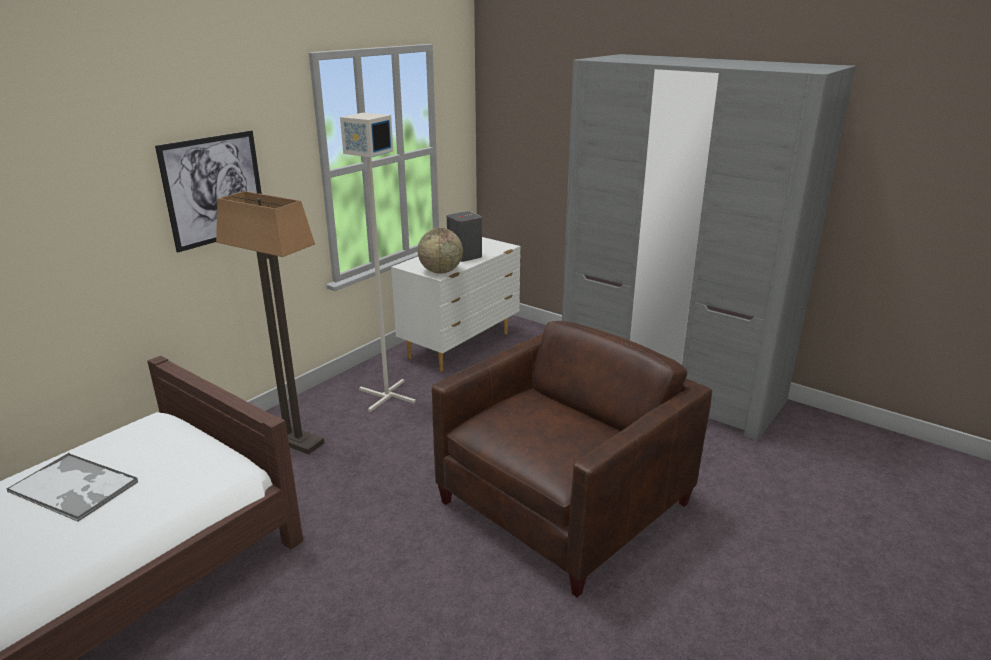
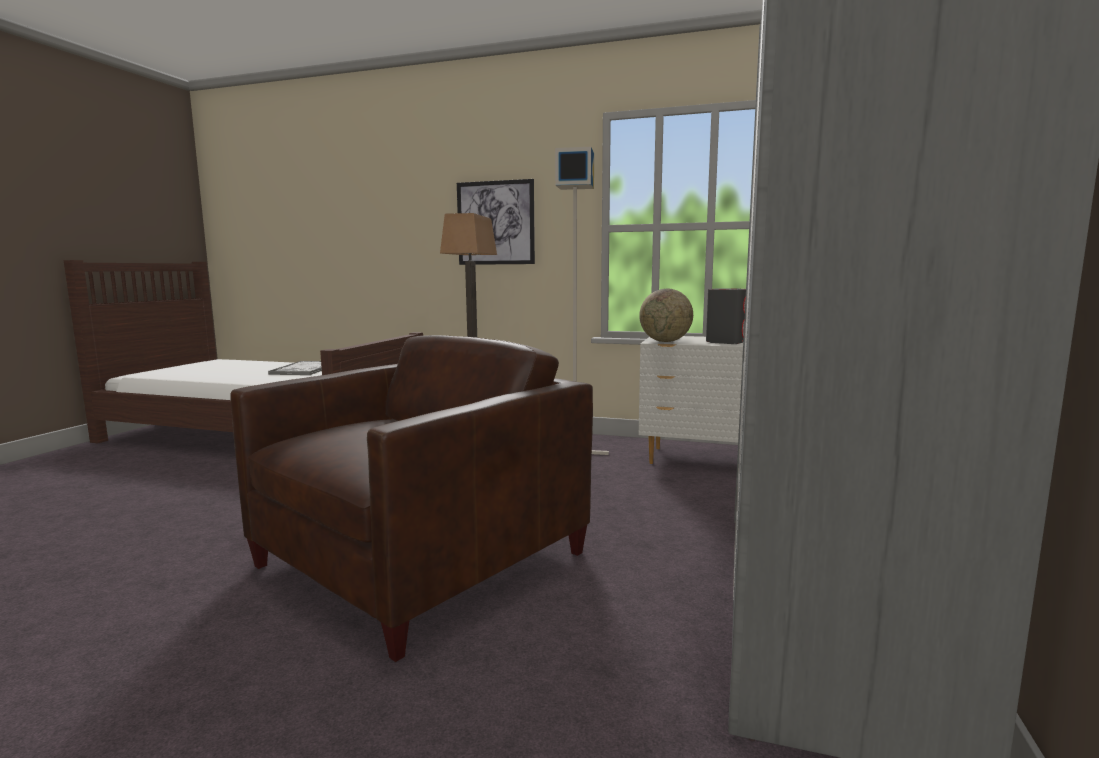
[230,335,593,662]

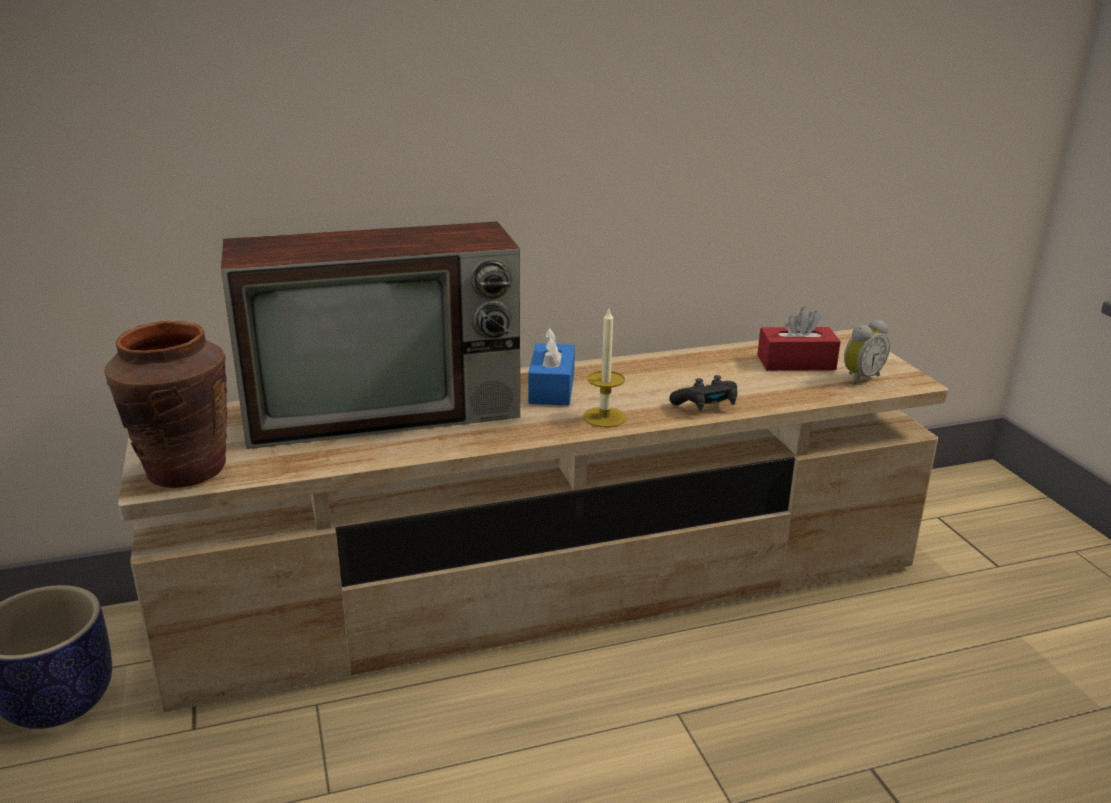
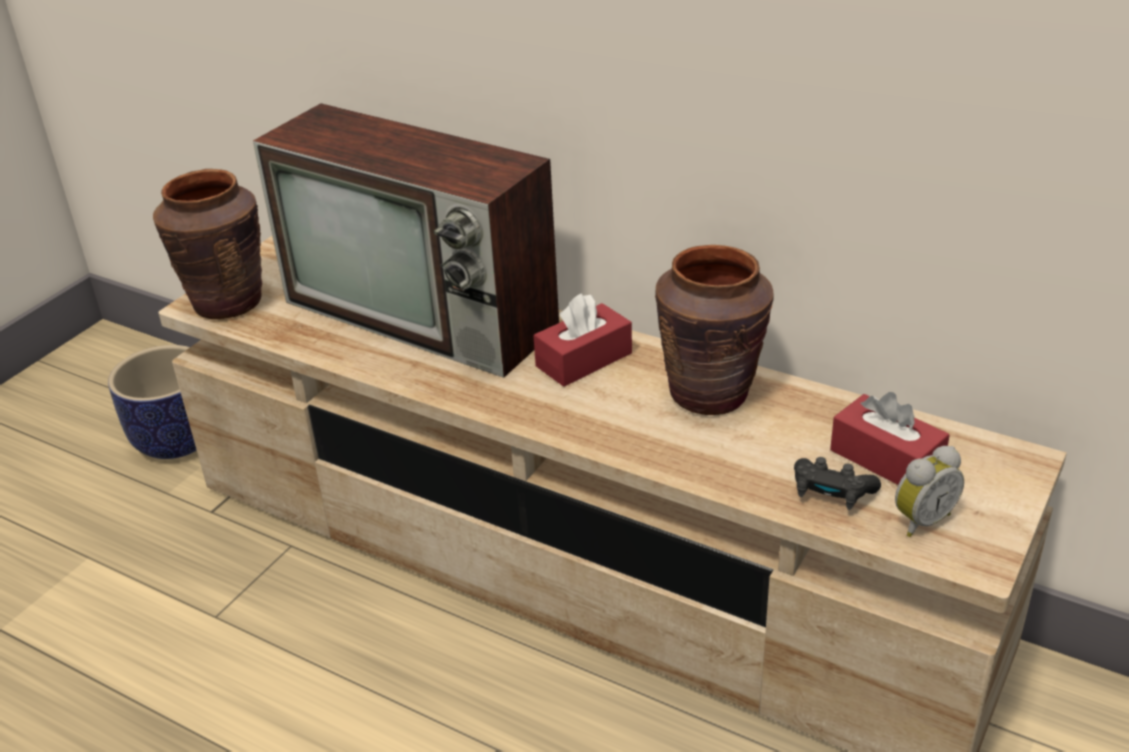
[534,293,632,387]
[583,309,626,427] (first image)
[794,457,881,510]
[895,446,964,537]
[655,245,773,415]

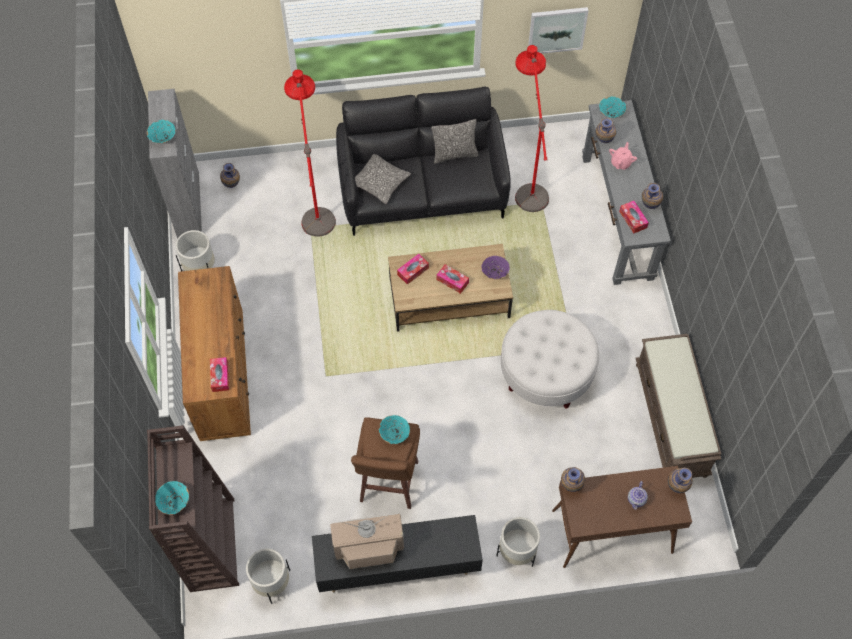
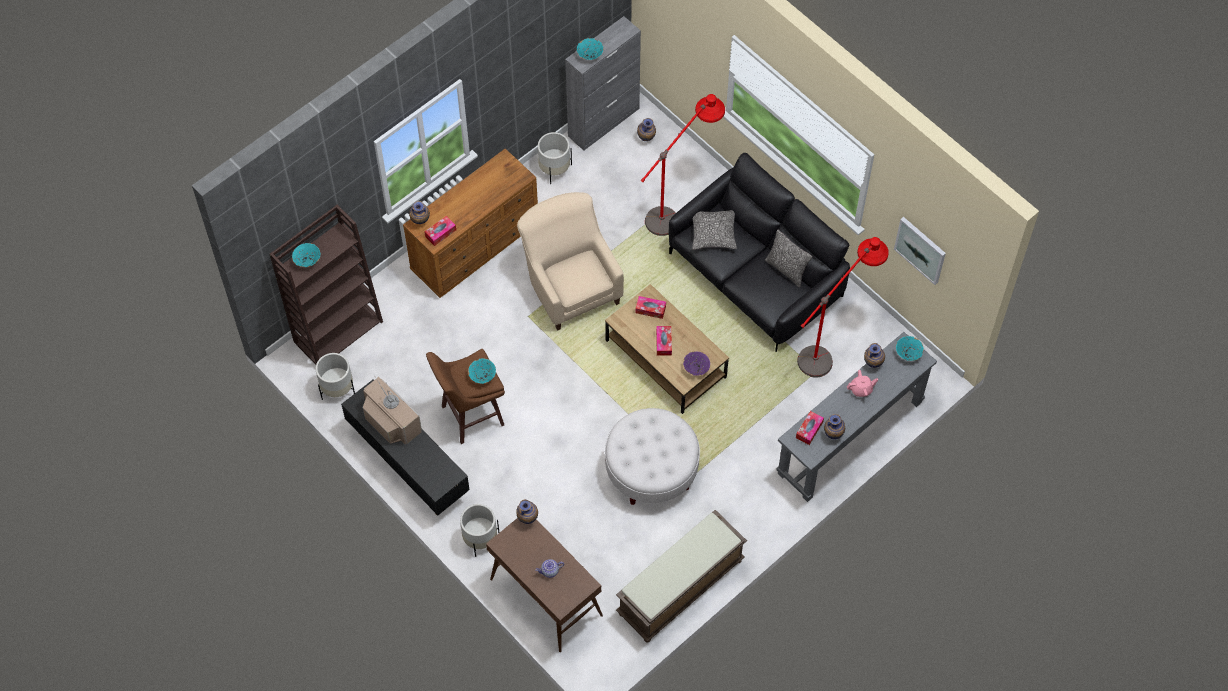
[409,201,430,224]
[517,192,624,331]

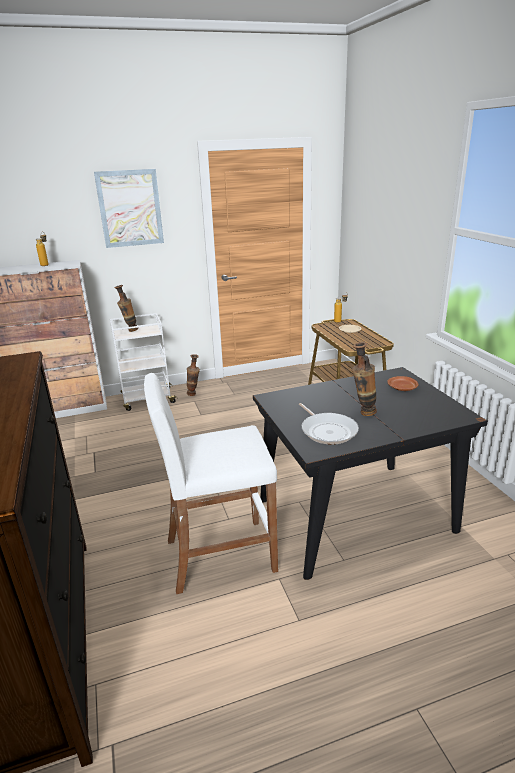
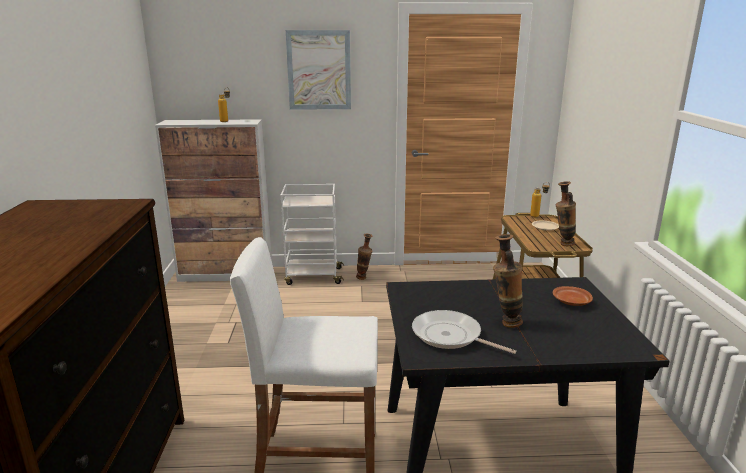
[555,181,576,246]
[412,310,516,354]

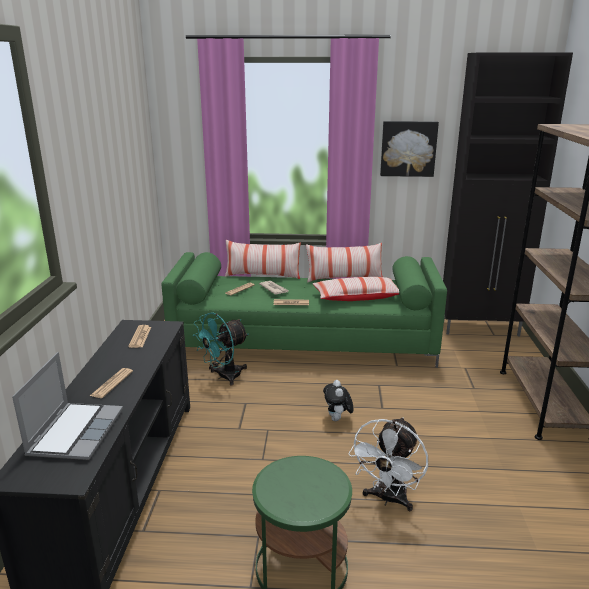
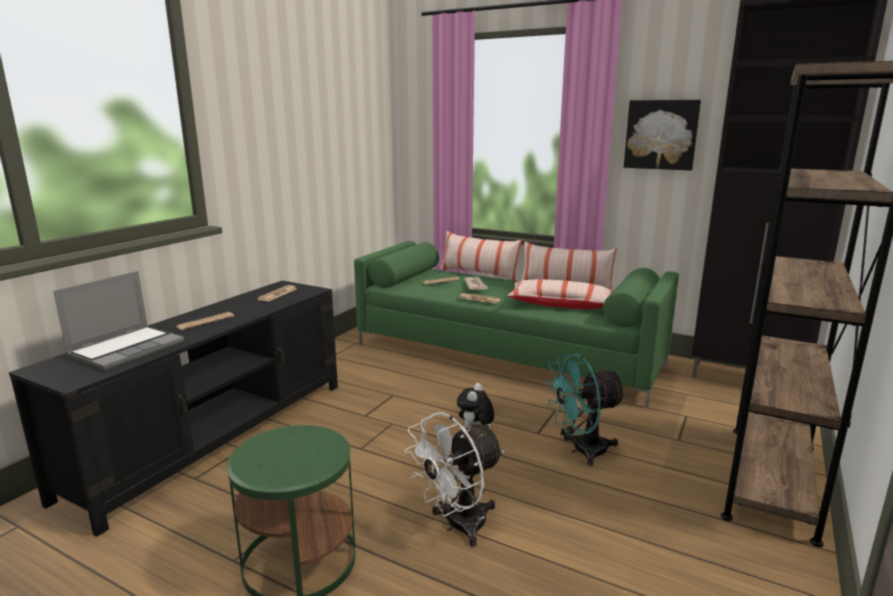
[545,354,627,466]

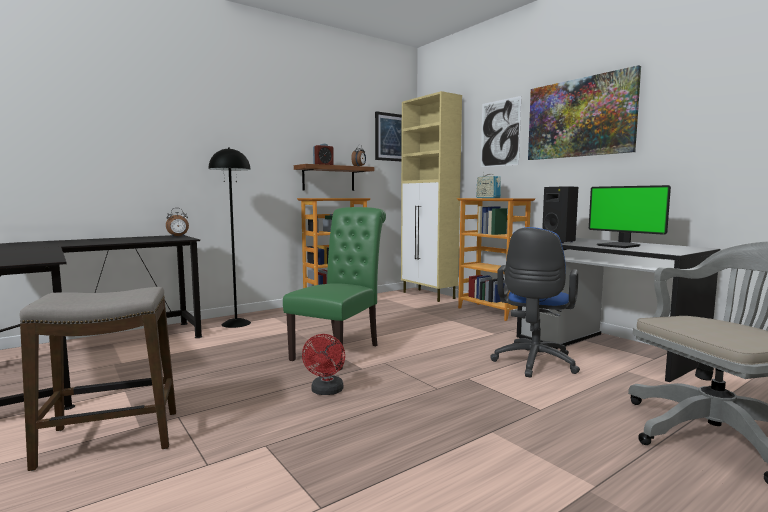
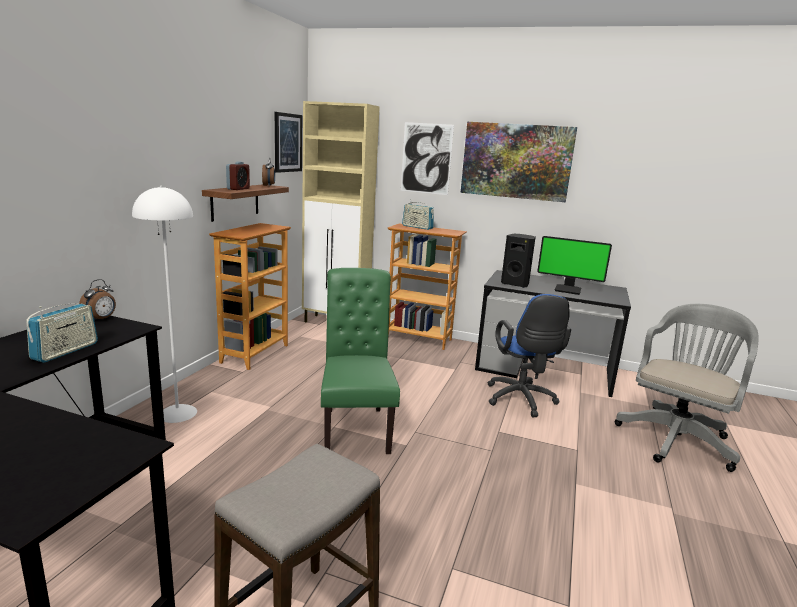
[132,186,197,423]
[302,334,345,395] (first image)
[26,303,98,363]

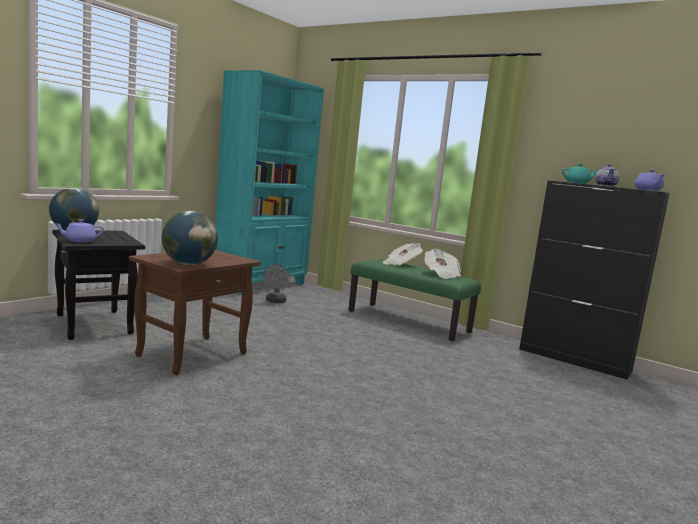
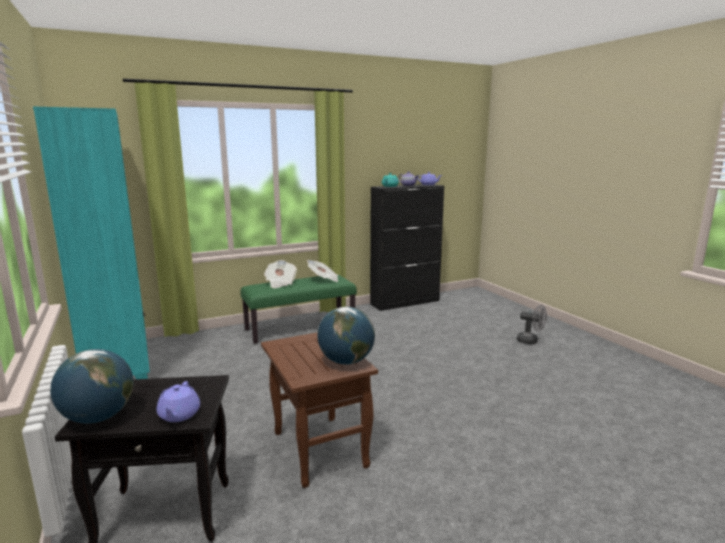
[517,305,547,344]

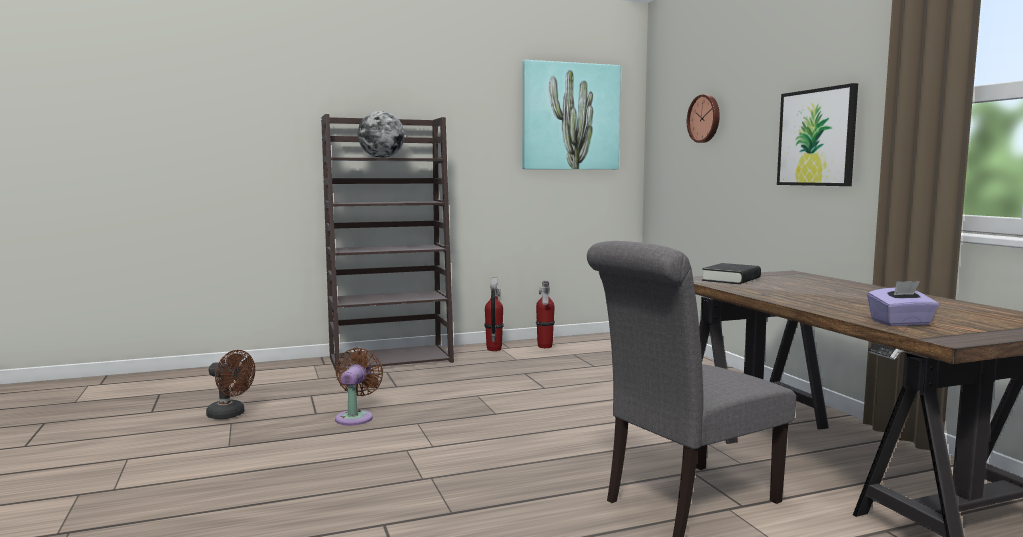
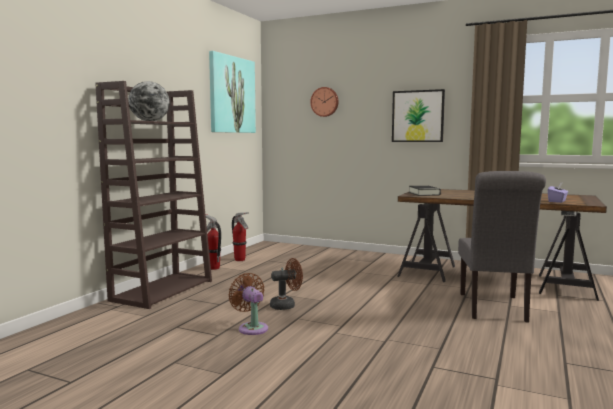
[270,258,303,310]

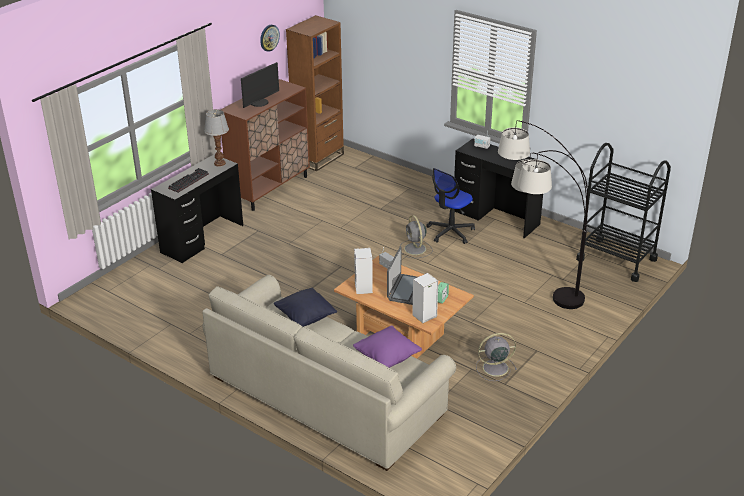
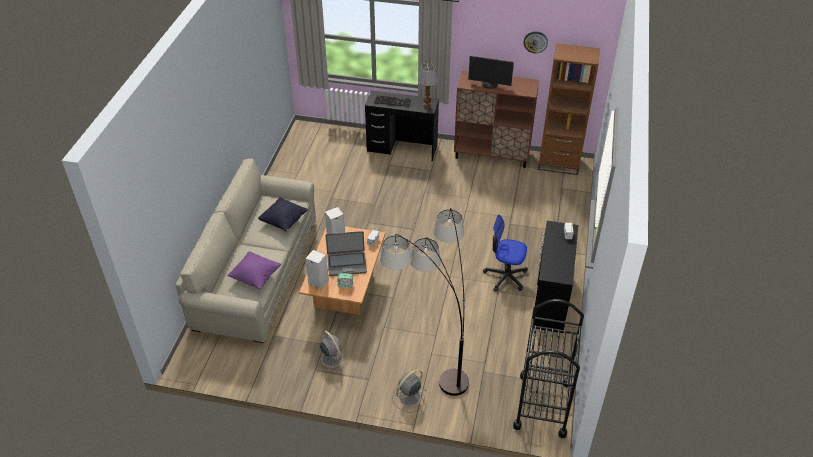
[392,369,426,413]

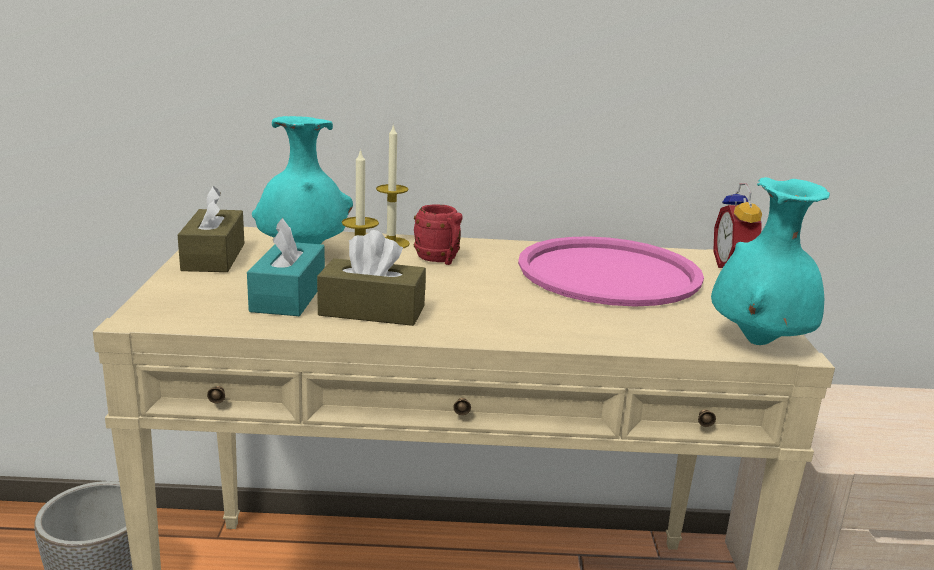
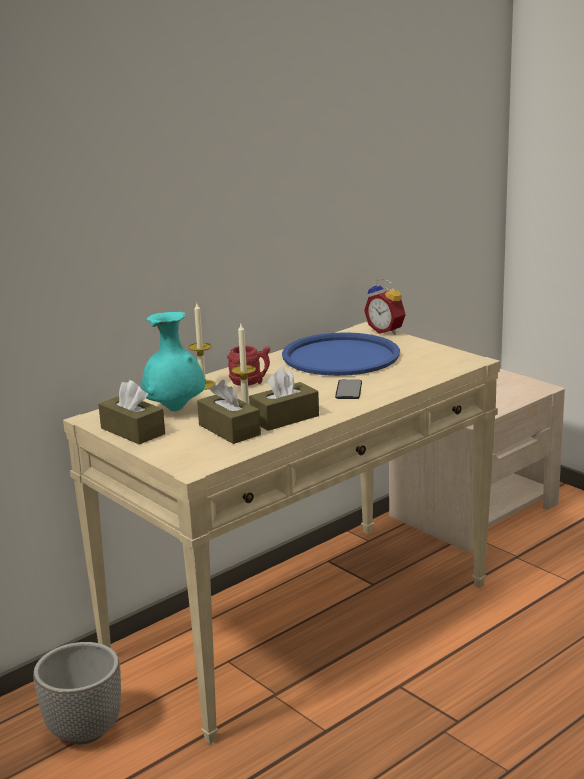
[197,380,261,444]
[282,332,400,376]
[711,177,830,345] (first image)
[335,380,362,399]

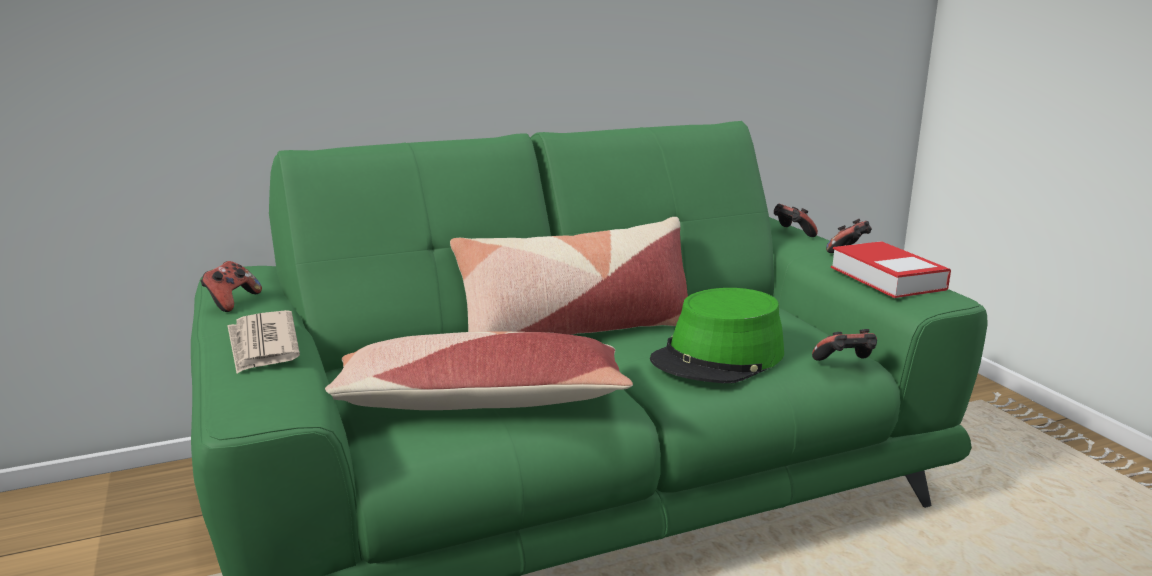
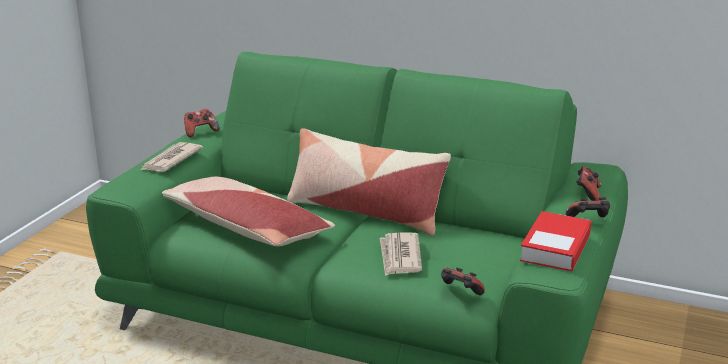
[380,232,422,276]

